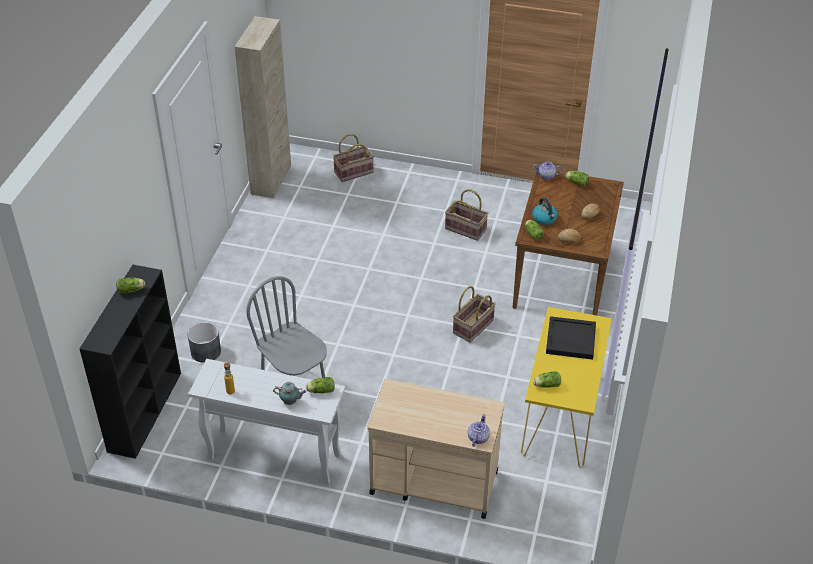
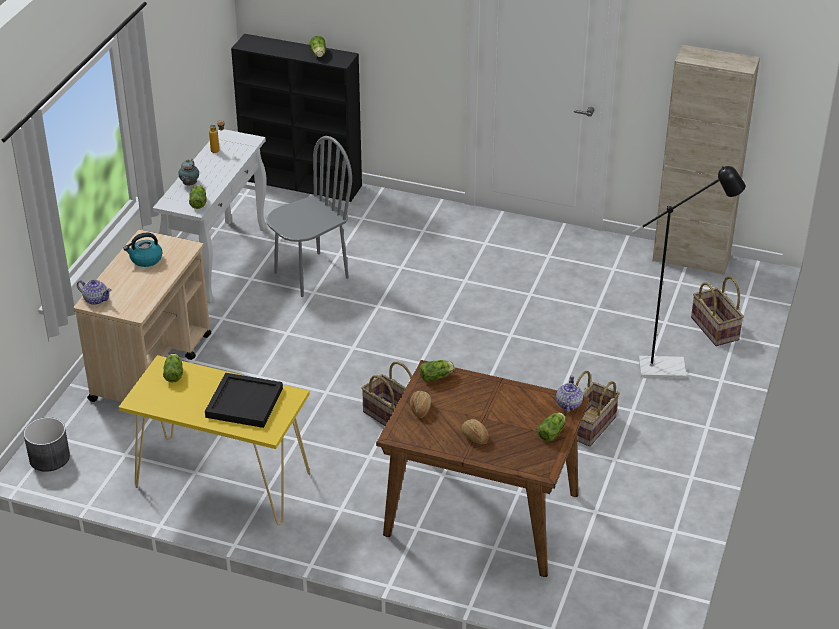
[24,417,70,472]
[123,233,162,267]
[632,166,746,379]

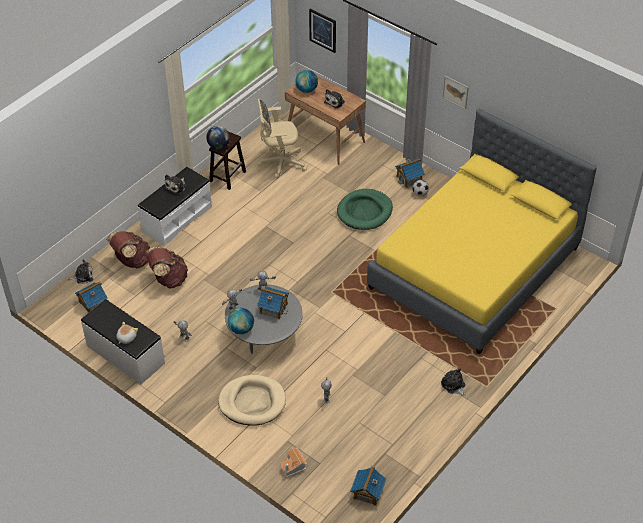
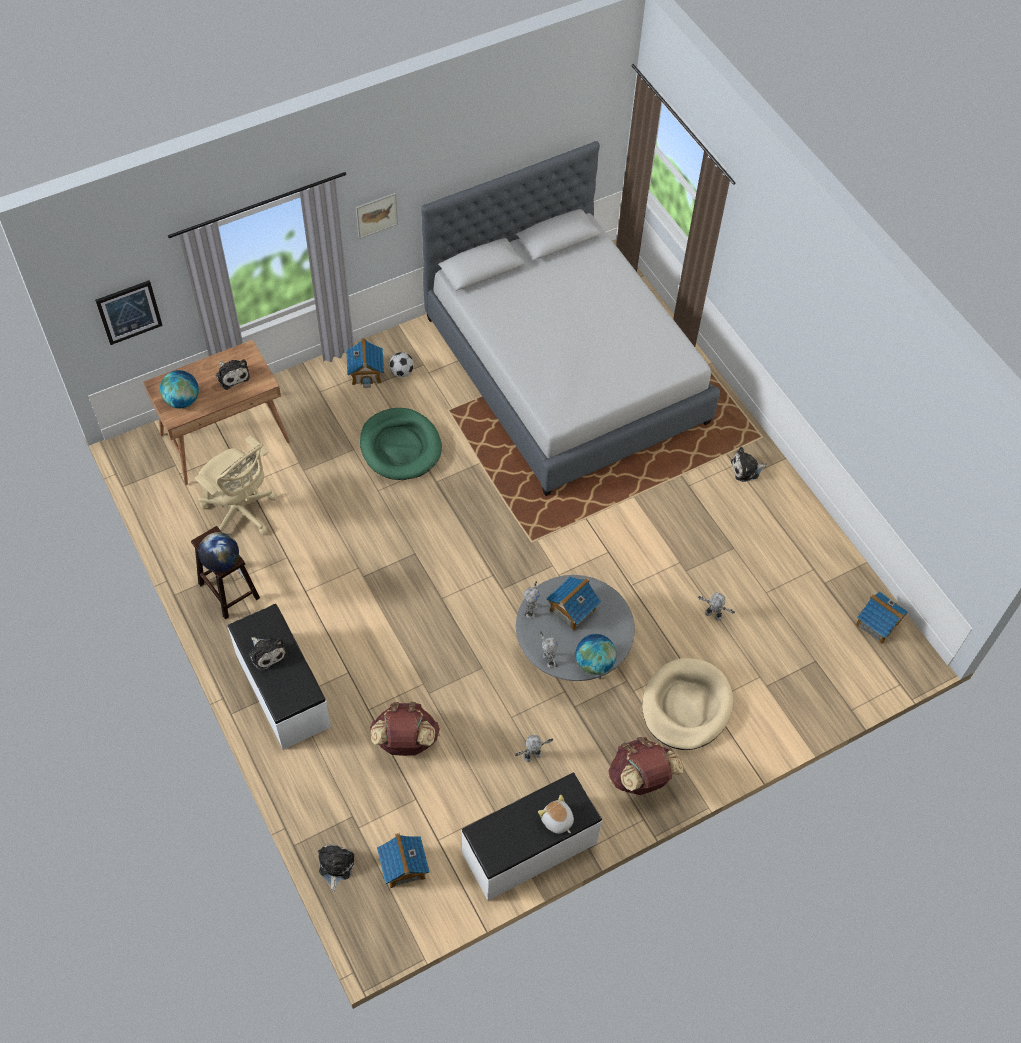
[608,737,684,795]
[195,435,277,535]
[280,447,307,477] (first image)
[421,141,720,496]

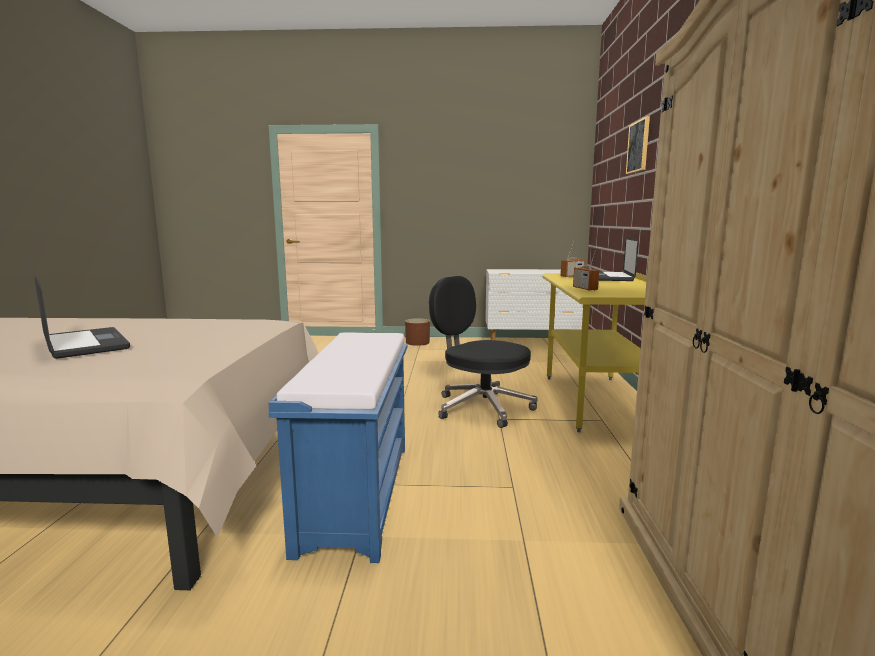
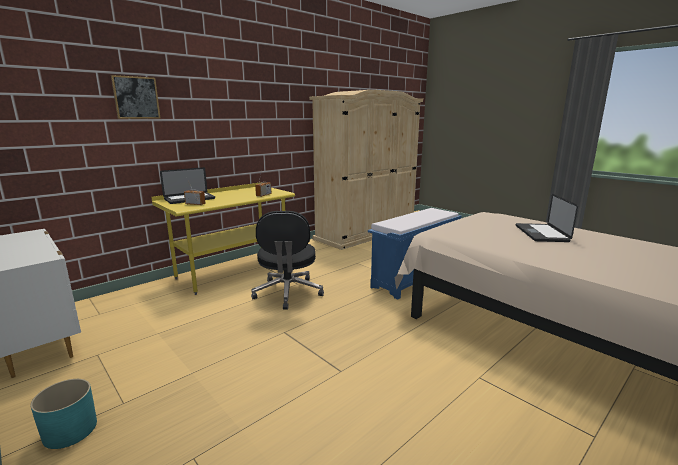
[30,379,97,449]

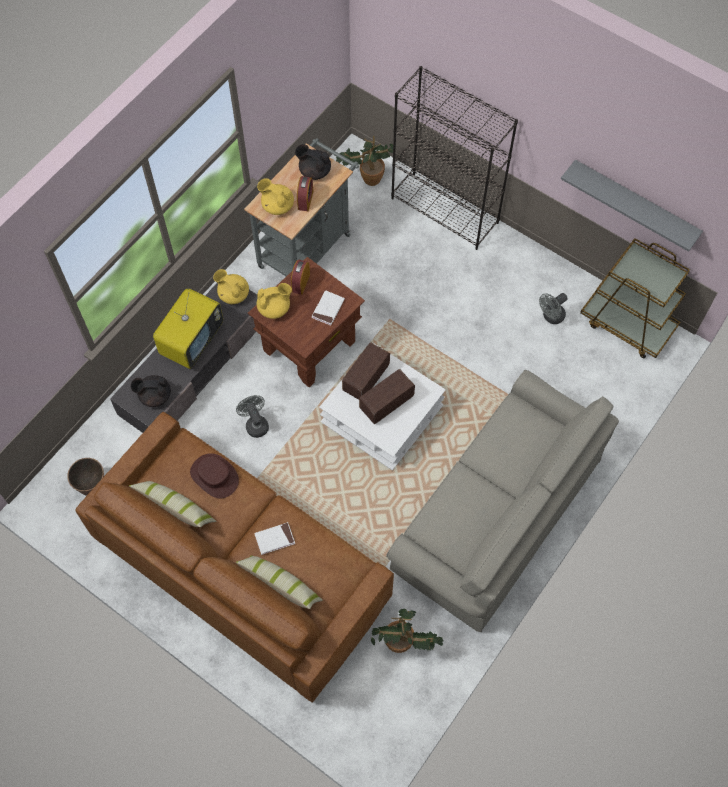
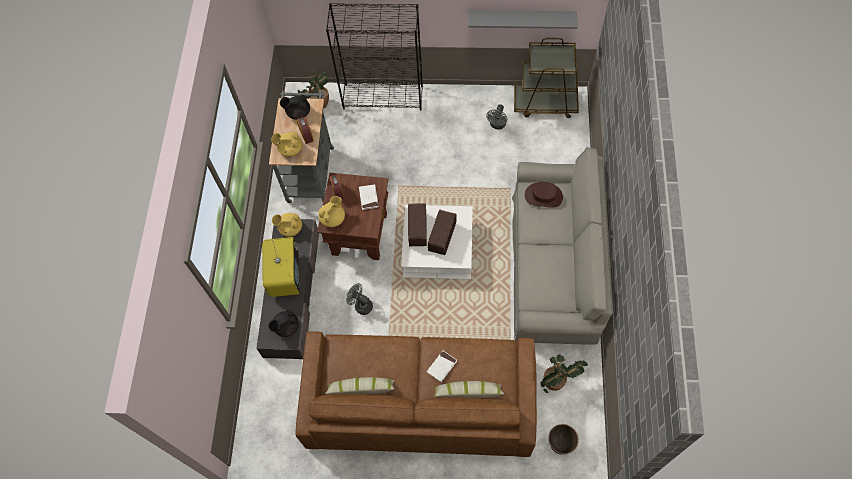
[548,424,579,455]
[525,182,563,208]

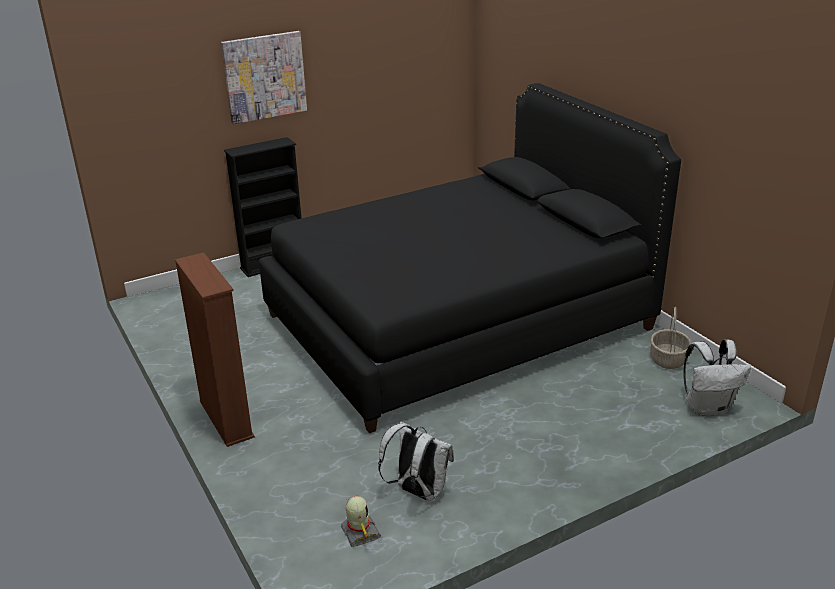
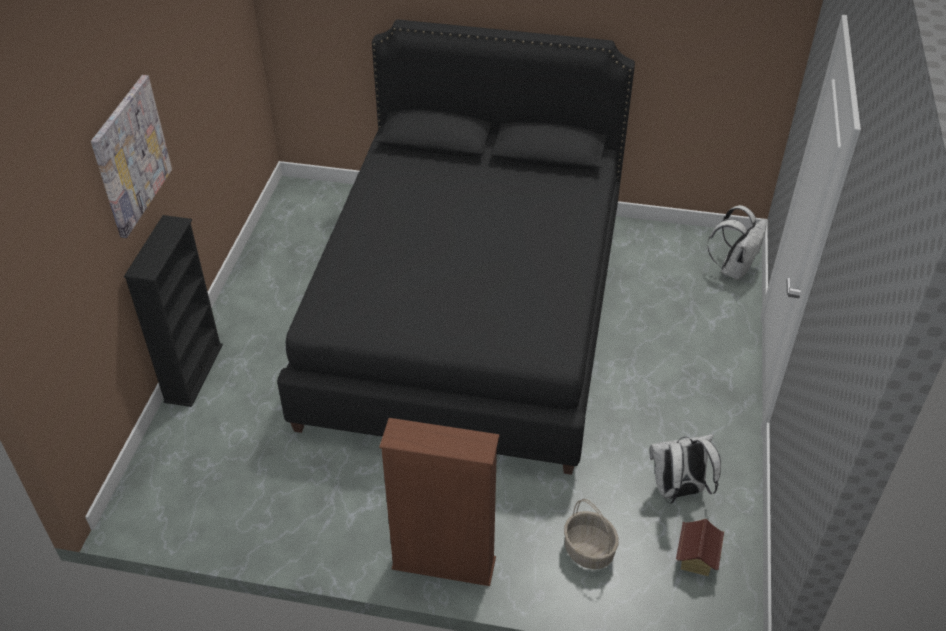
[676,519,724,576]
[564,499,619,569]

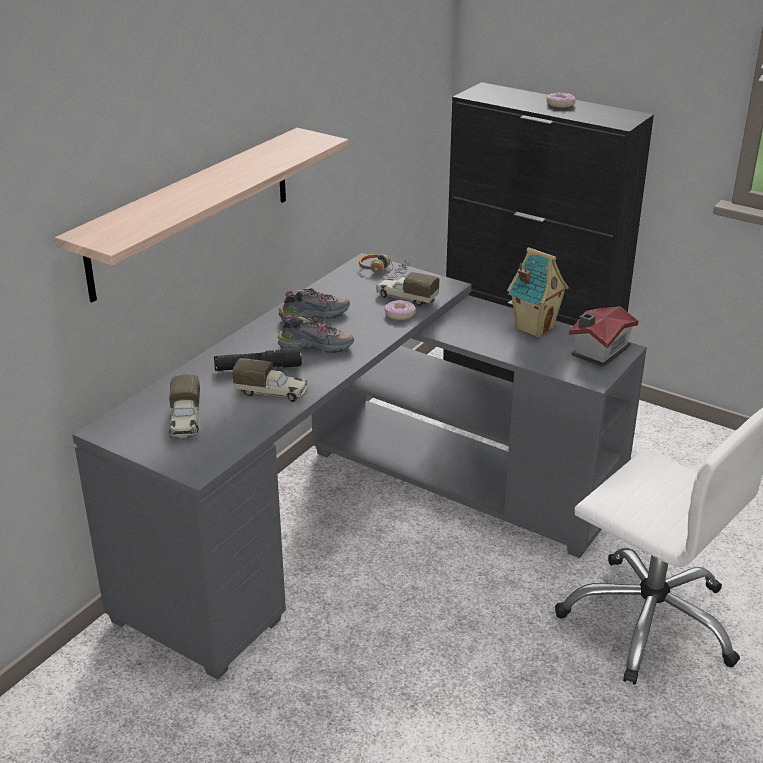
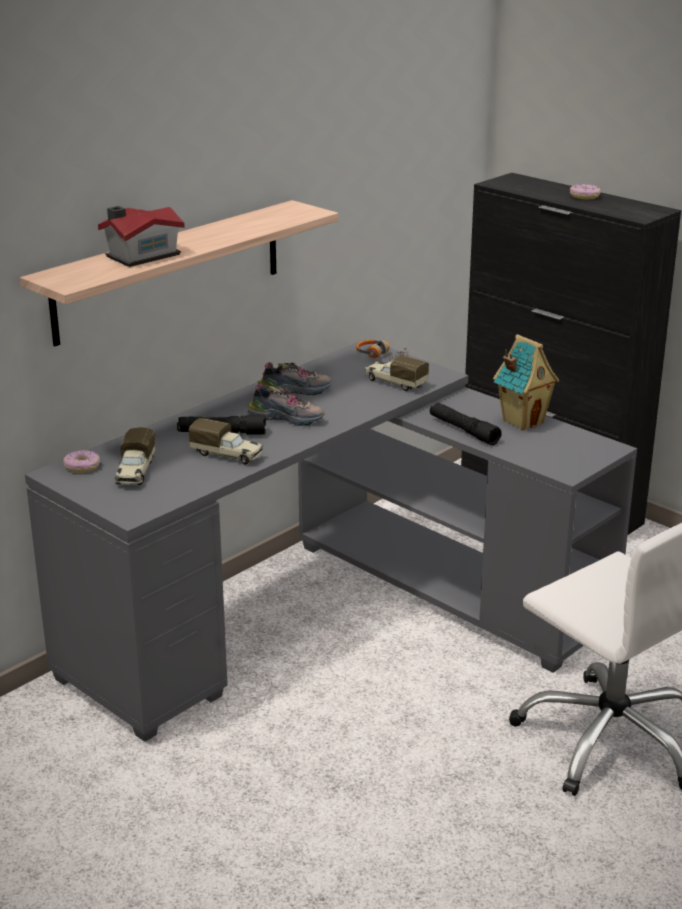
[63,450,100,473]
[98,206,185,267]
[430,403,502,445]

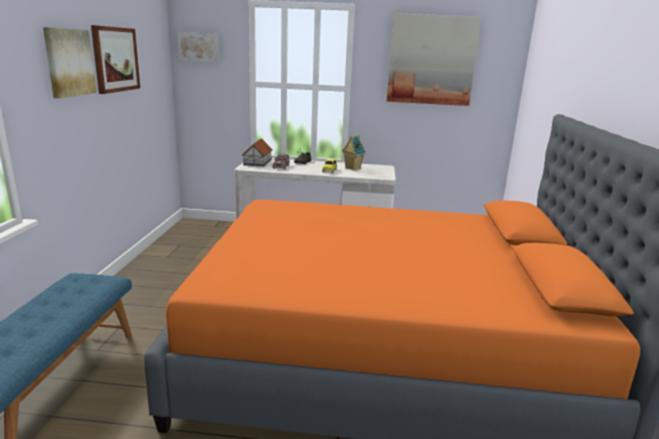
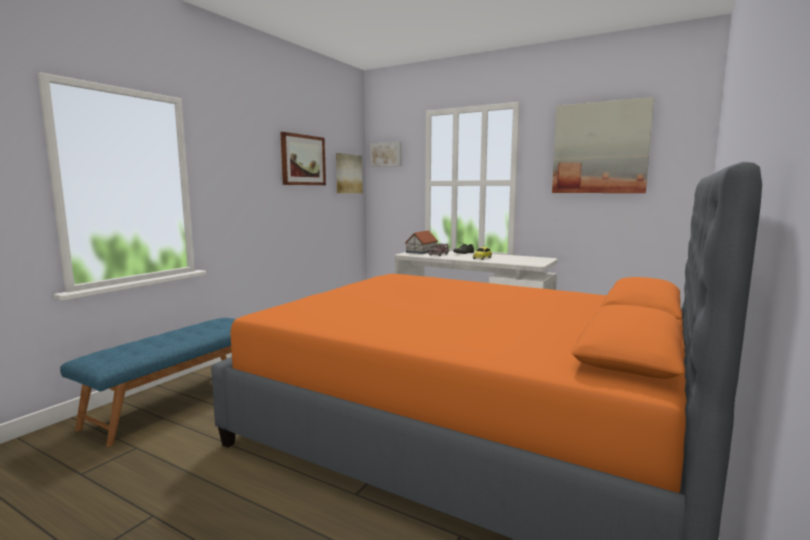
[336,153,362,193]
[342,135,366,170] (first image)

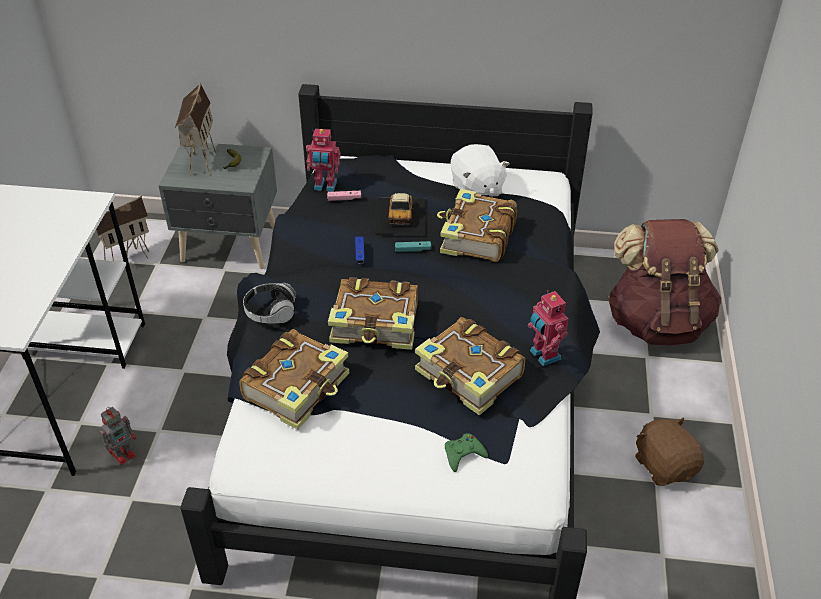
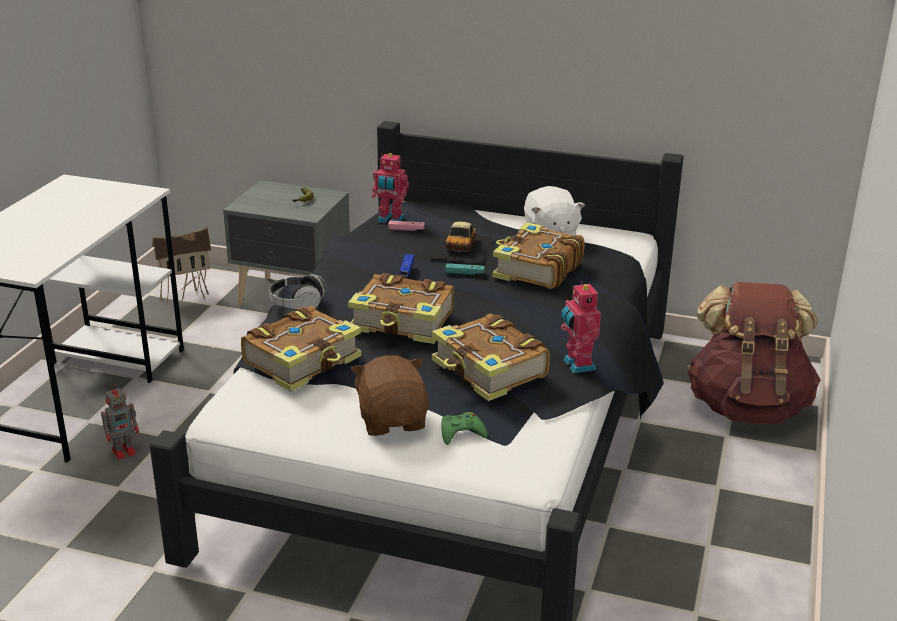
[175,83,216,176] (first image)
[350,355,429,436]

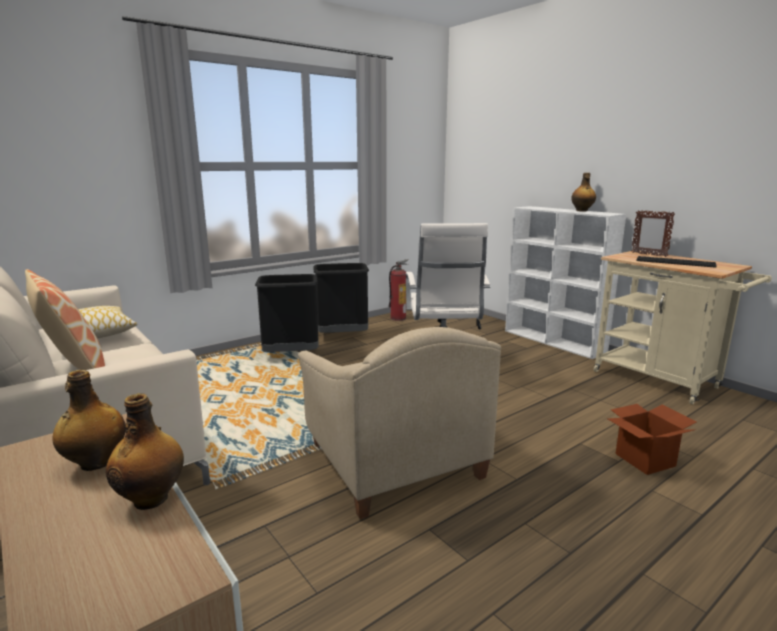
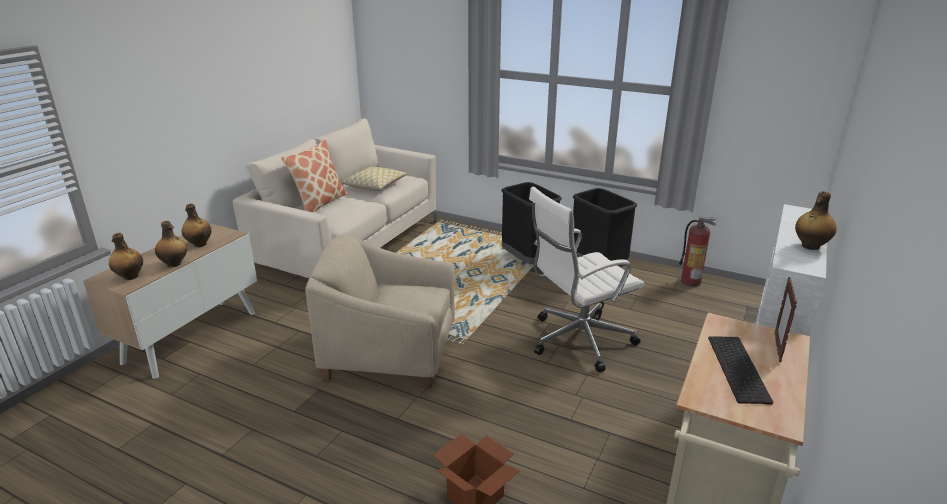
[305,234,455,389]
[109,233,143,280]

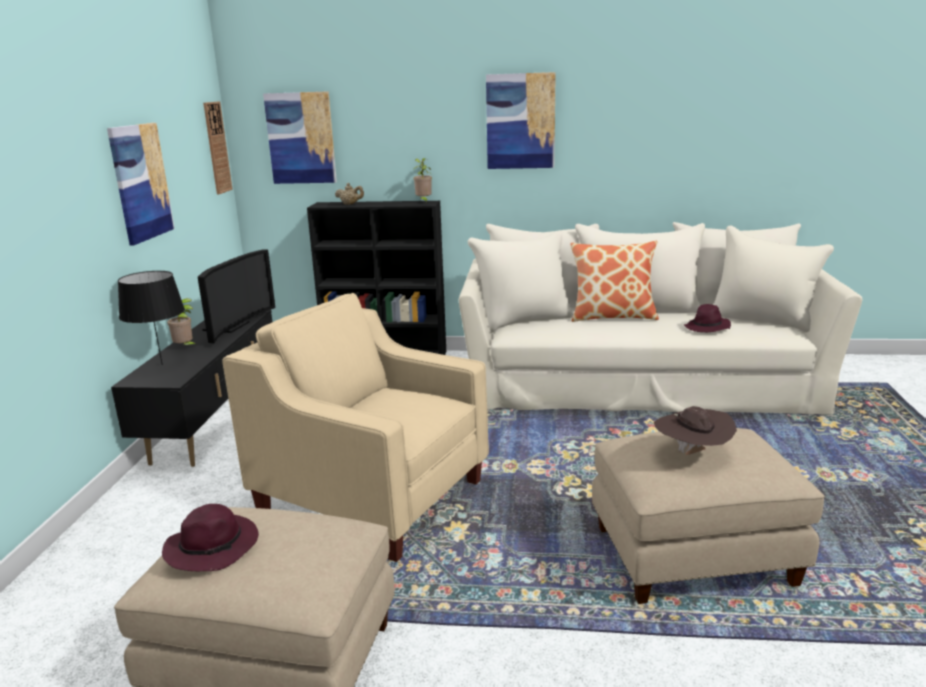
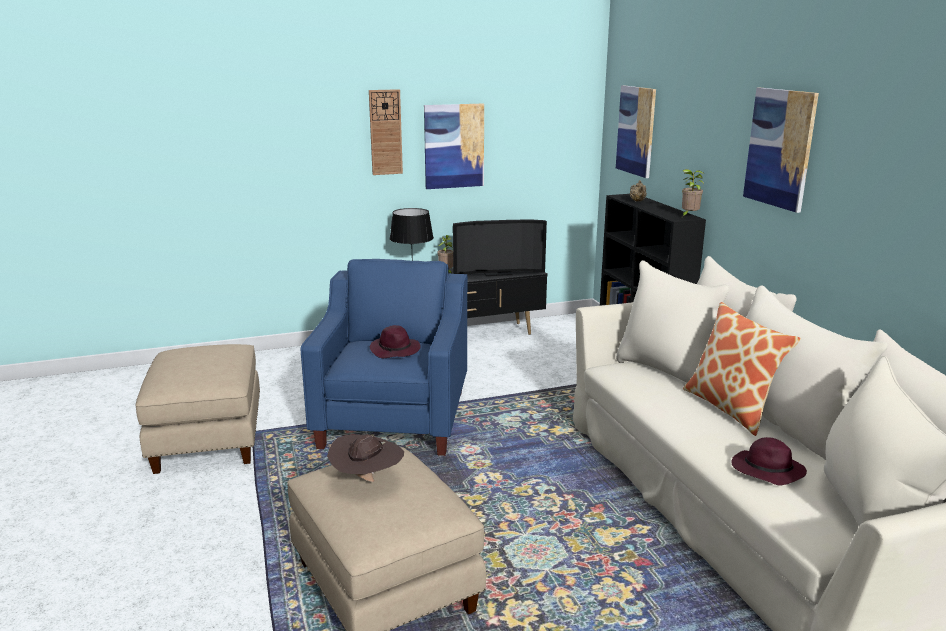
[370,325,421,358]
[369,89,403,175]
[301,259,468,456]

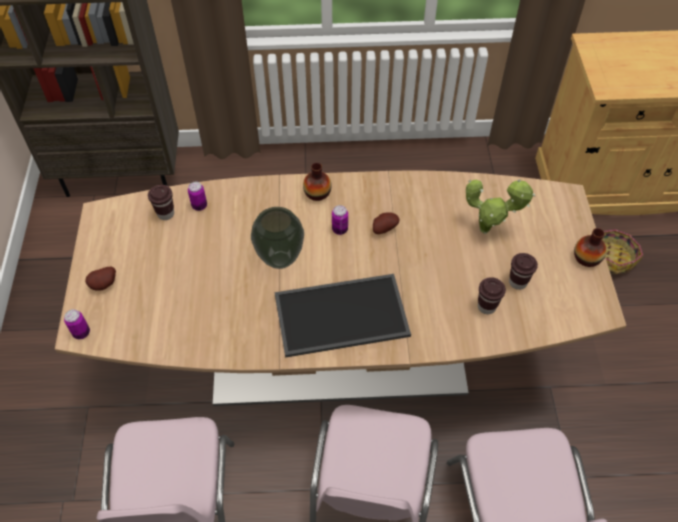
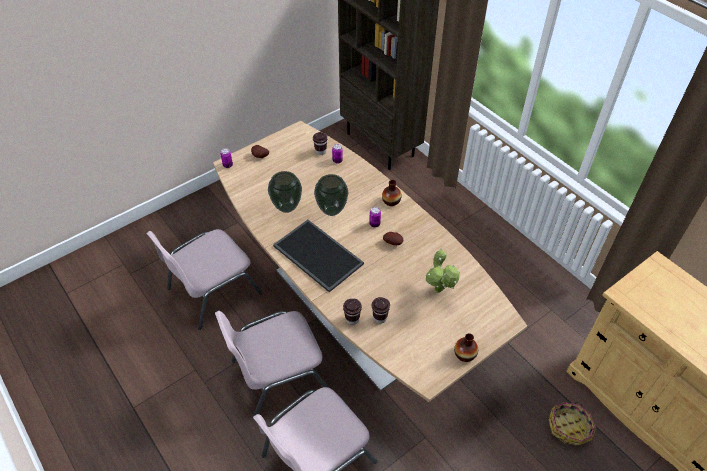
[343,298,362,325]
[268,171,302,213]

